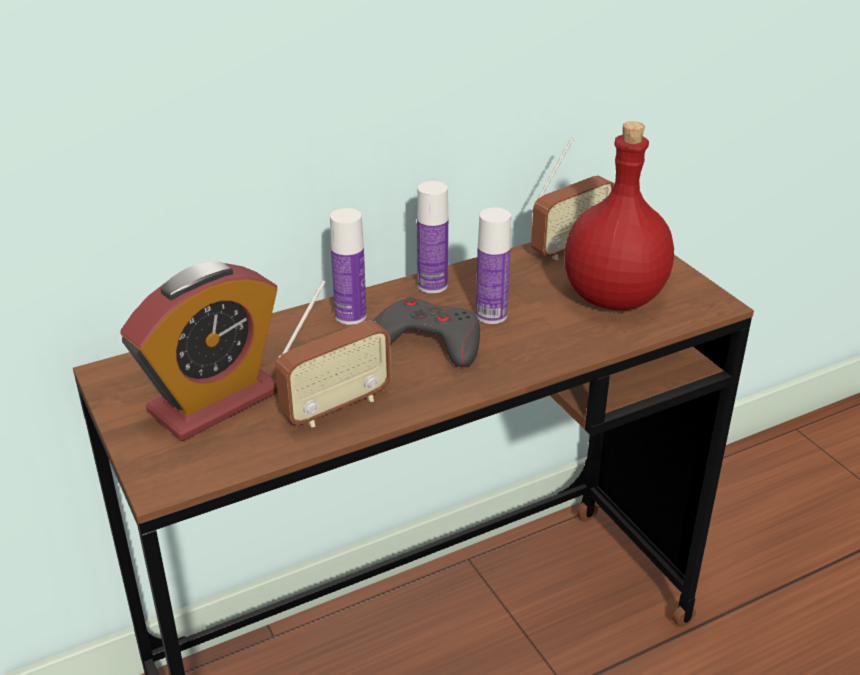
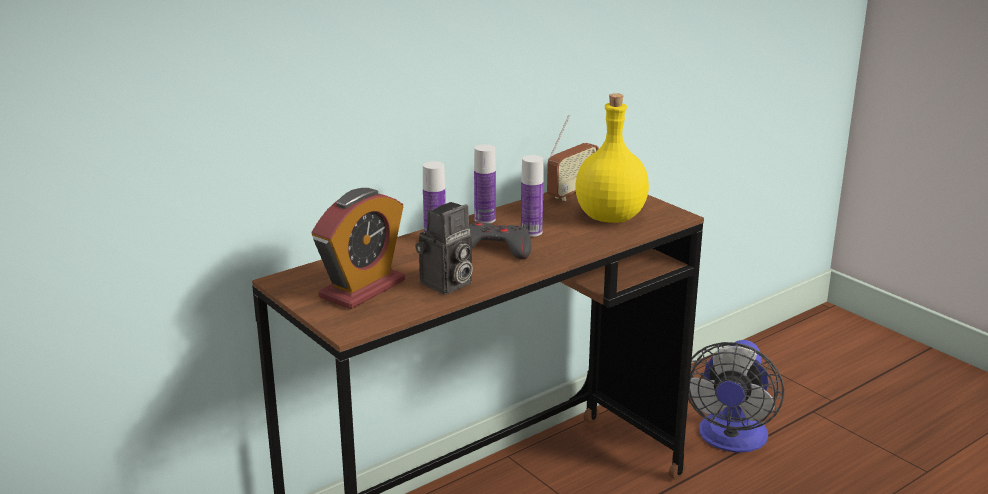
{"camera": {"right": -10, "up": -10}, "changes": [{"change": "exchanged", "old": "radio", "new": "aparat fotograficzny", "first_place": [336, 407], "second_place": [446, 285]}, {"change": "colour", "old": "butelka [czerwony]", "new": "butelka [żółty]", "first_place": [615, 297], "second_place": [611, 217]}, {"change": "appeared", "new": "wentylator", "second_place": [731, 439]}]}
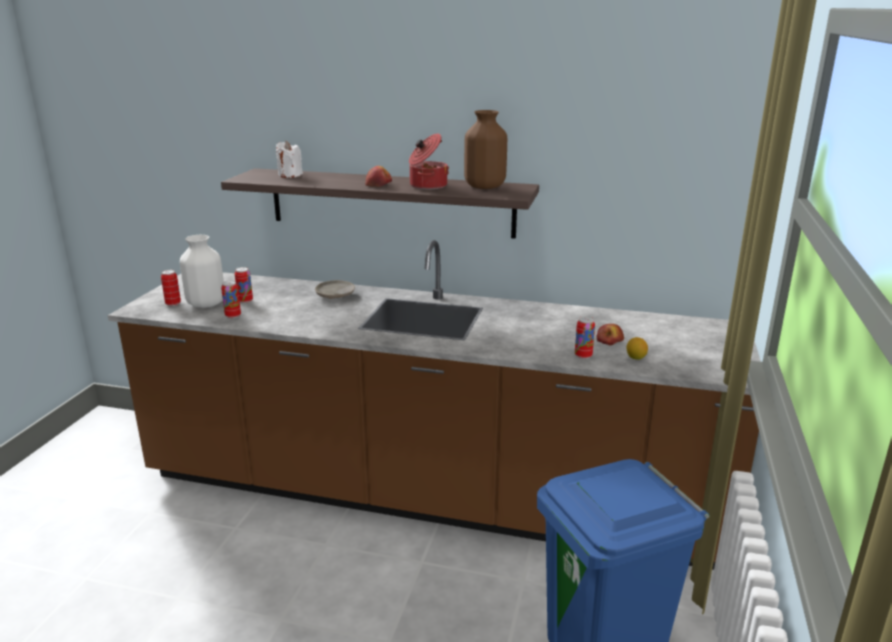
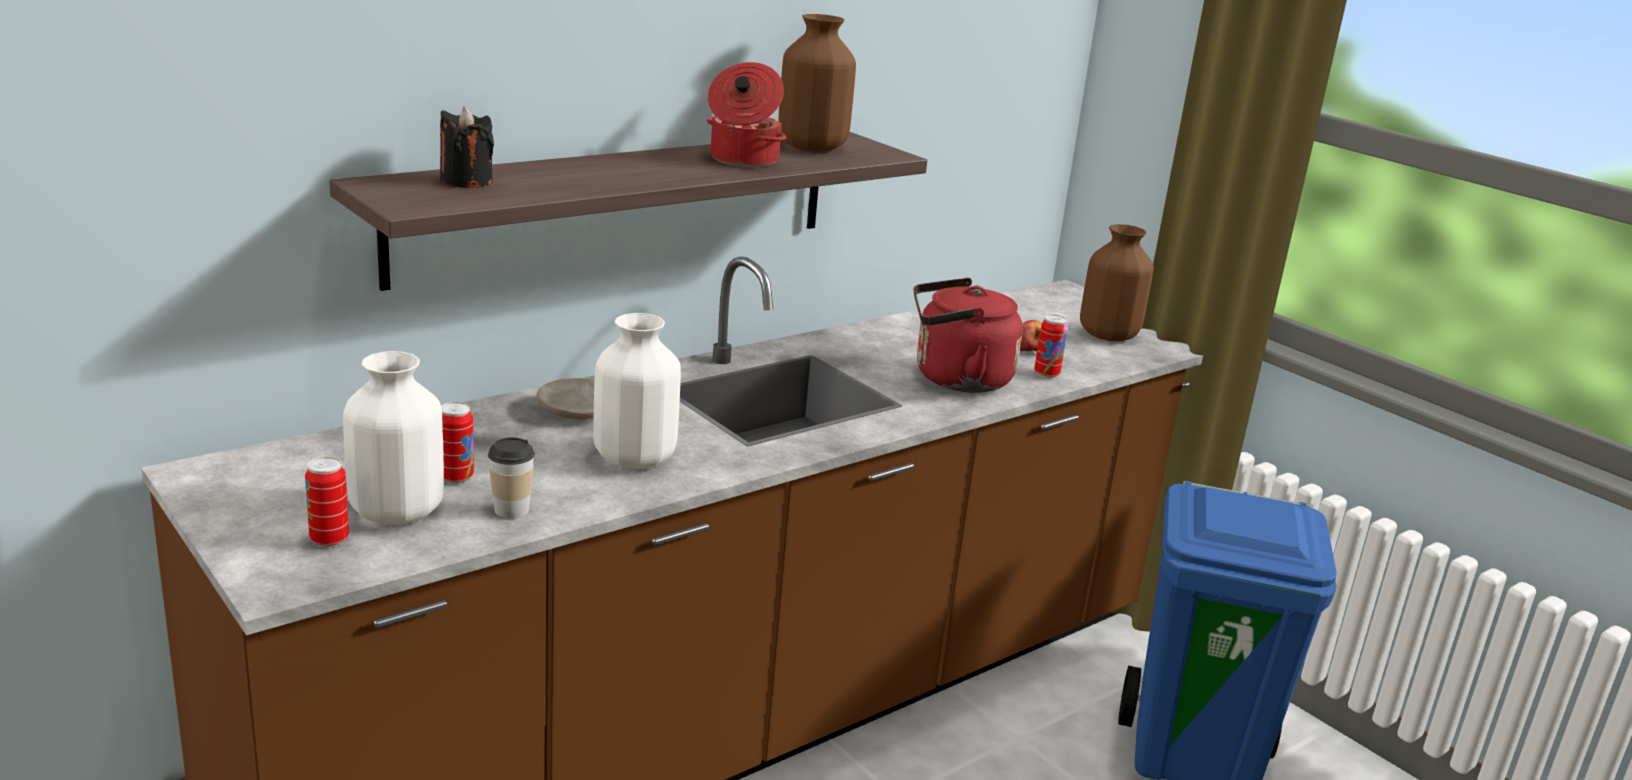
{"camera": {"right": -55, "up": 0}, "changes": [{"change": "colour", "old": "świeca [biały]", "new": "świeca [czarny]", "first_place": [290, 175], "second_place": [466, 181]}, {"change": "exchanged", "old": "puszka", "new": "filiżanka", "first_place": [233, 316], "second_place": [511, 510]}, {"change": "appeared", "new": "wazon [biały]", "second_place": [633, 458]}, {"change": "appeared", "new": "czajnik [czerwony]", "second_place": [956, 379]}, {"change": "appeared", "new": "wazon [brązowy]", "second_place": [1107, 335]}, {"change": "missing", "old": "jabłko", "first_place": [378, 184]}, {"change": "missing", "old": "cytryna", "first_place": [636, 358]}]}
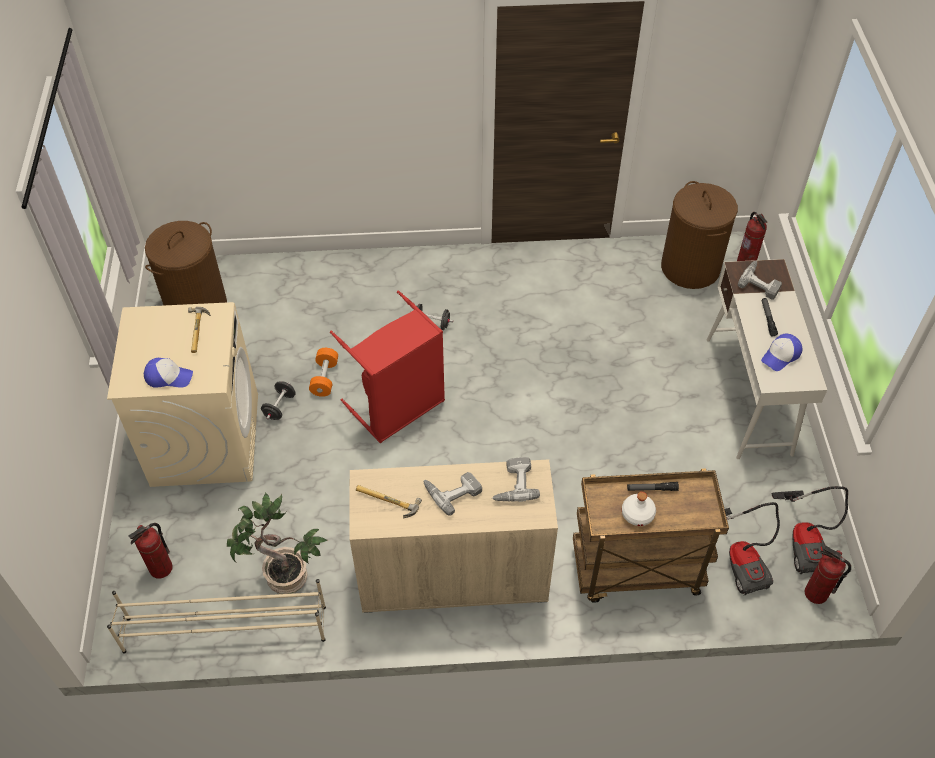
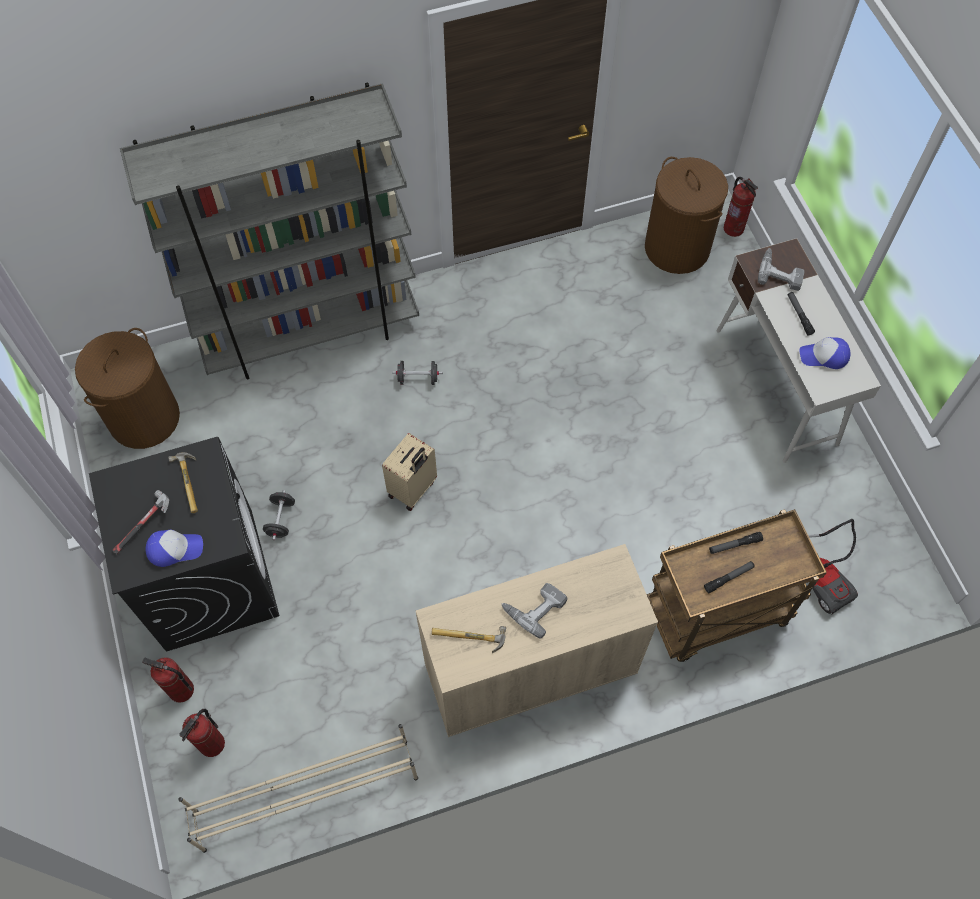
{"camera": {"right": -15, "up": 10}, "changes": [{"change": "colour", "old": "pralka [beżowy]", "new": "pralka [czarny]", "first_place": [205, 438], "second_place": [209, 578]}, {"change": "appeared", "new": "młotek", "second_place": [145, 525]}, {"change": "appeared", "new": "regał [szary]", "second_place": [311, 335]}, {"change": "relocated", "old": "gaśnica", "first_place": [815, 593], "second_place": [181, 690]}, {"change": "exchanged", "old": "kosz na pranie [czerwony]", "new": "walizka [beżowy]", "first_place": [398, 408], "second_place": [413, 489]}, {"change": "exchanged", "old": "butelka [biały]", "new": "latarka", "first_place": [638, 514], "second_place": [728, 578]}, {"change": "spun", "old": "czapka z daszkiem", "first_place": [781, 355], "second_place": [824, 356], "degrees": 60}, {"change": "missing", "old": "roślina doniczkowa", "first_place": [285, 578]}, {"change": "missing", "old": "hantel [pomarańczowy]", "first_place": [324, 378]}, {"change": "missing", "old": "wiertarka", "first_place": [513, 484]}, {"change": "missing", "old": "odkurzacz", "first_place": [805, 540]}]}
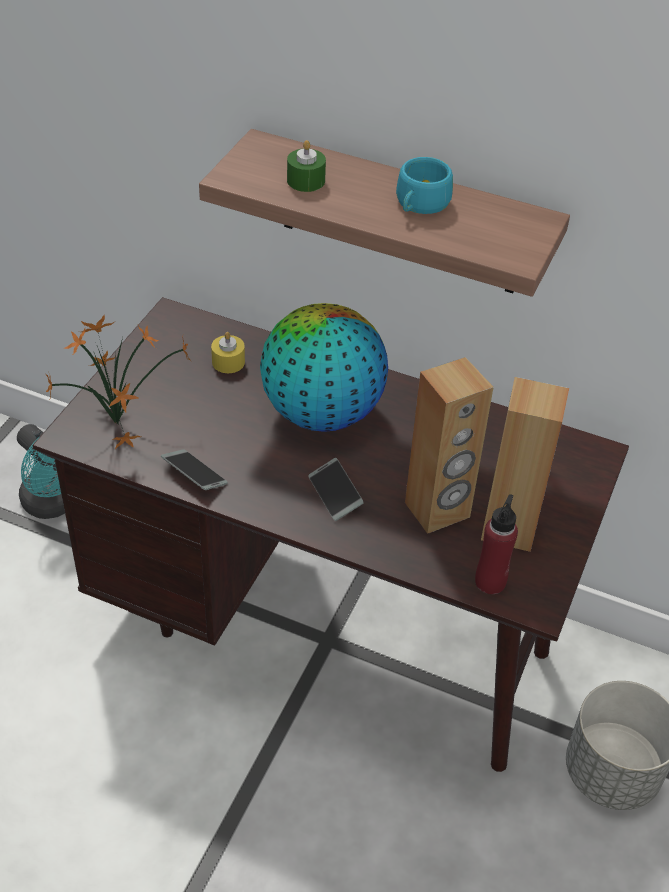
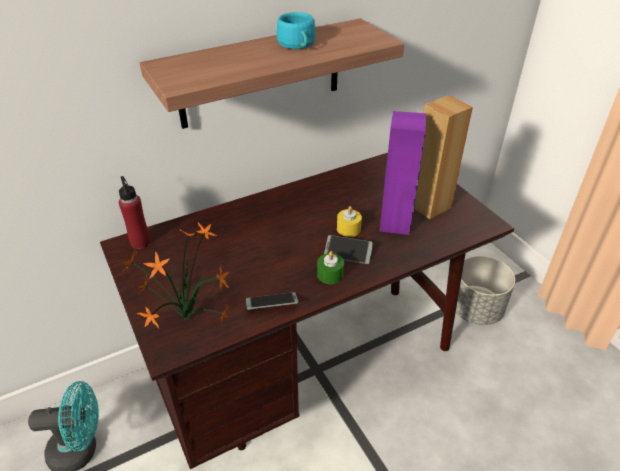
{"camera": {"right": -50, "up": -5}, "changes": [{"change": "relocated", "old": "butelka [czerwony]", "first_place": [490, 581], "second_place": [140, 242]}, {"change": "relocated", "old": "świeca [zielony]", "first_place": [306, 180], "second_place": [330, 274]}, {"change": "relocated", "old": "świeca [żółty]", "first_place": [228, 362], "second_place": [348, 229]}, {"change": "colour", "old": "głośnik [brązowy]", "new": "głośnik [fioletowy]", "first_place": [437, 510], "second_place": [396, 223]}, {"change": "missing", "old": "globus", "first_place": [321, 413]}]}
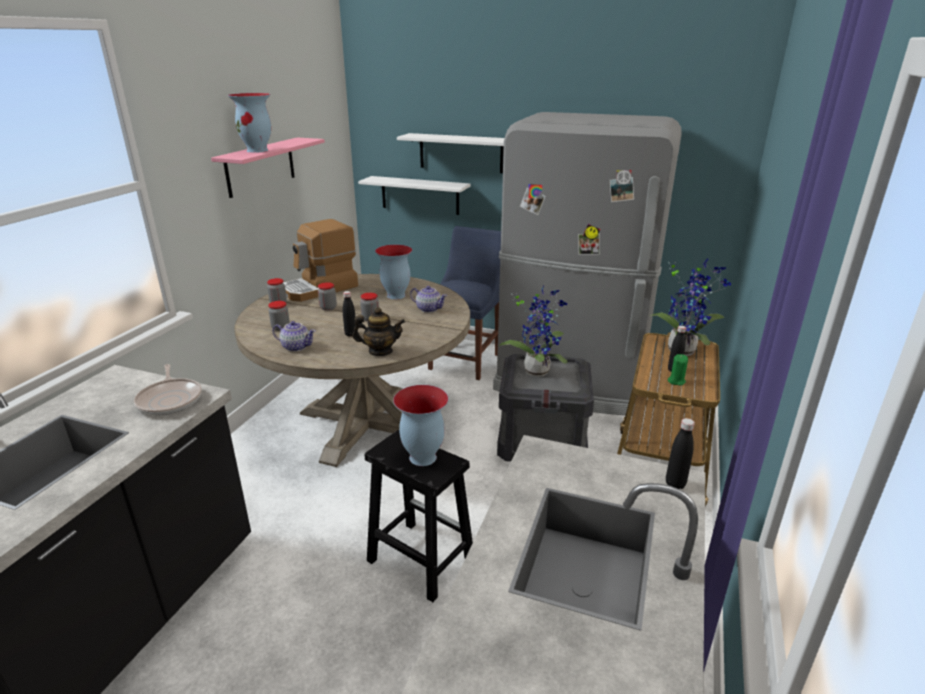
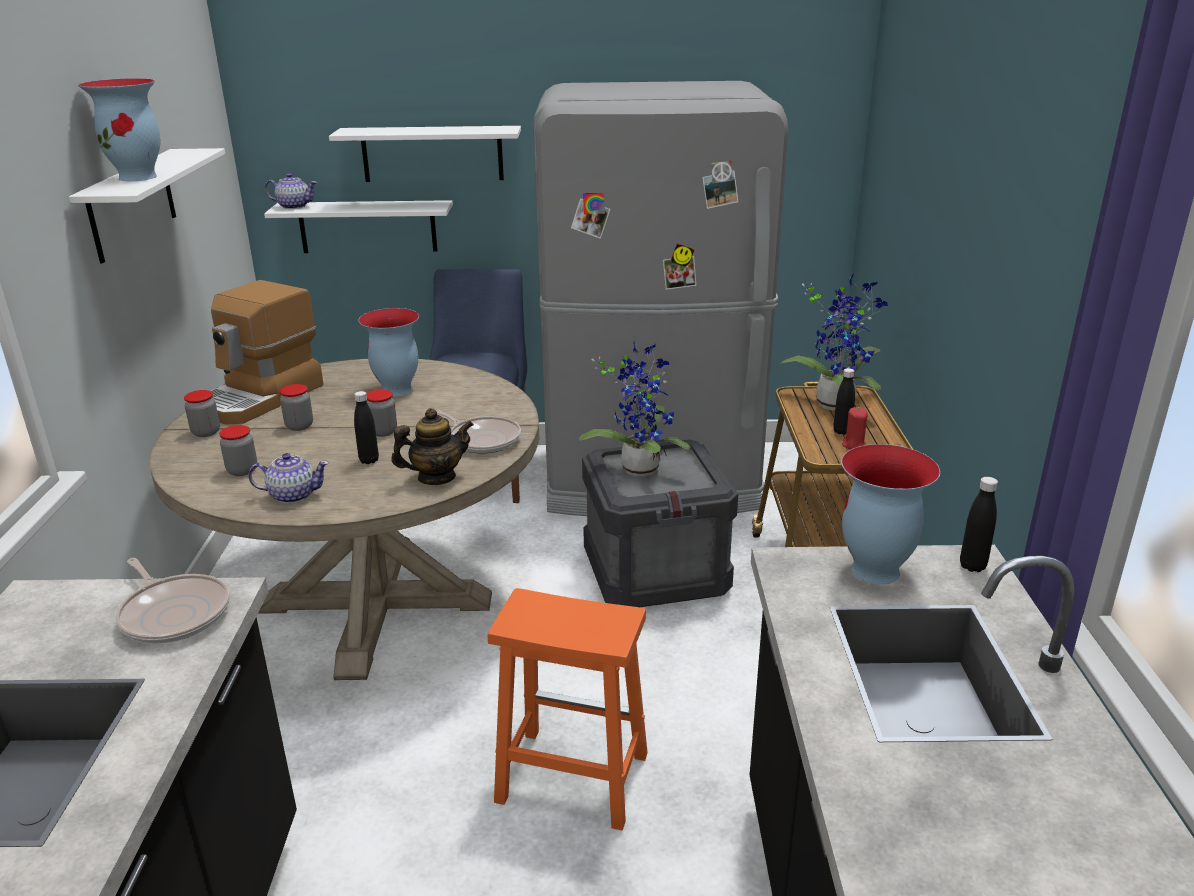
{"camera": {"right": -20, "up": 0}, "changes": [{"change": "colour", "old": "półka [różowy]", "new": "półka [biały]", "first_place": [260, 166], "second_place": [132, 204]}, {"change": "relocated", "old": "imbryk", "first_place": [428, 309], "second_place": [294, 206]}, {"change": "appeared", "new": "patelnia", "second_place": [482, 439]}, {"change": "colour", "old": "stołek [czarny]", "new": "stołek [pomarańczowy]", "first_place": [419, 559], "second_place": [570, 777]}, {"change": "relocated", "old": "wazon", "first_place": [422, 458], "second_place": [875, 571]}, {"change": "colour", "old": "świeca [zielony]", "new": "świeca [czerwony]", "first_place": [676, 381], "second_place": [853, 445]}]}
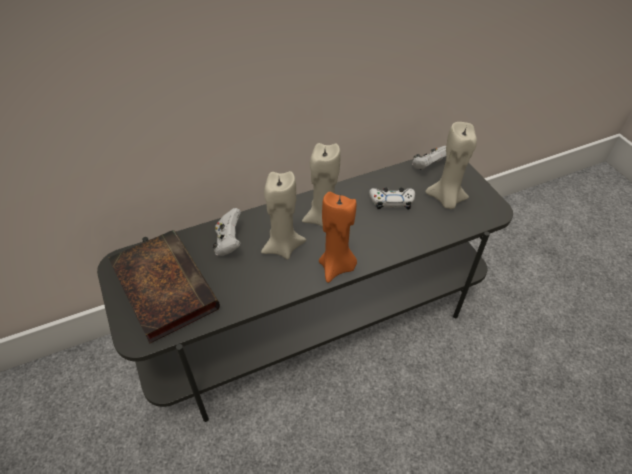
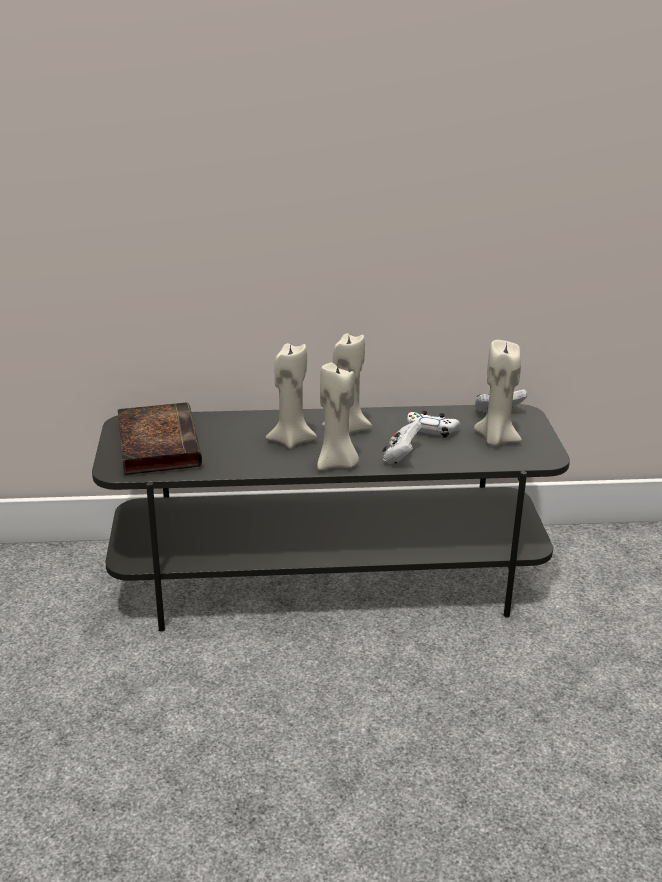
{"camera": {"right": 20, "up": -20}, "changes": [{"change": "colour", "old": "świeca [pomarańczowy]", "new": "świeca [beżowy]", "first_place": [337, 267], "second_place": [337, 464]}, {"change": "relocated", "old": "pad do gier [biały]", "first_place": [228, 242], "second_place": [400, 456]}]}
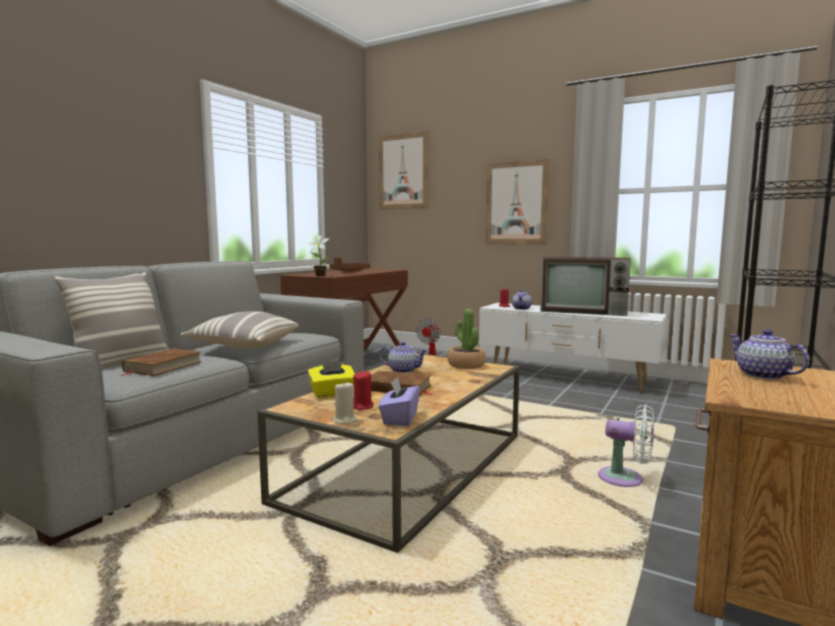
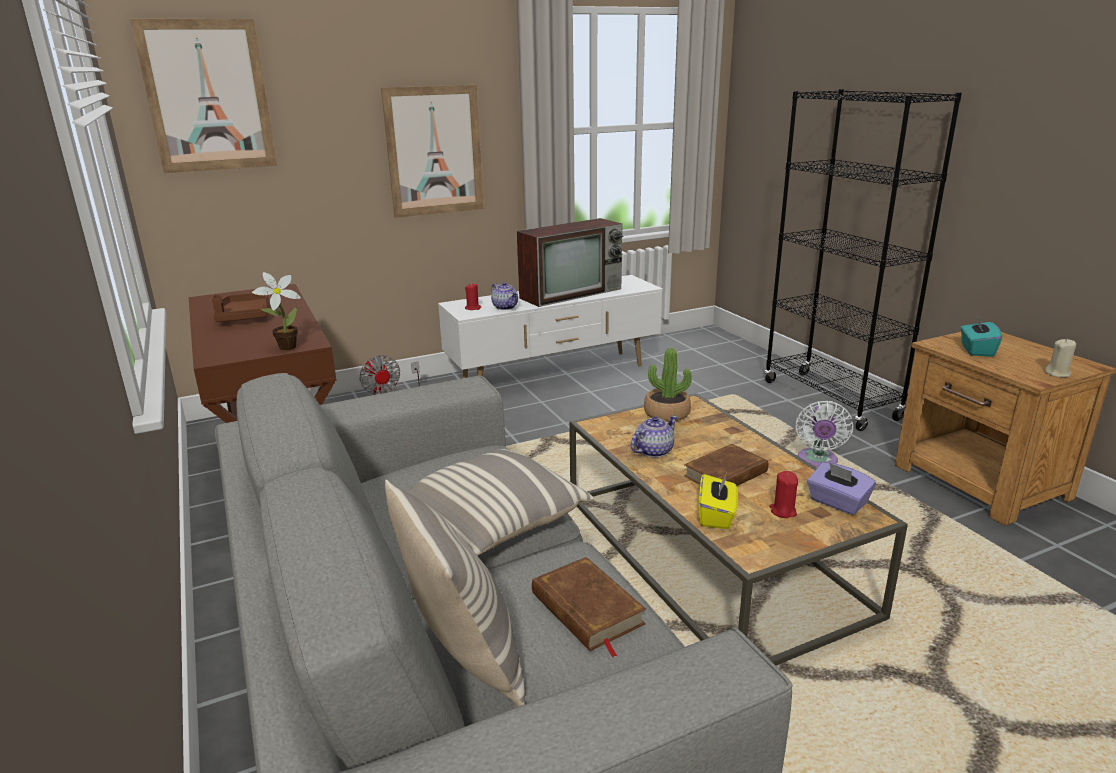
{"camera": {"right": -55, "up": 15}, "changes": [{"change": "spun", "old": "wentylator [biały]", "first_place": [625, 479], "second_place": [817, 461], "degrees": 135}, {"change": "exchanged", "old": "imbryk", "new": "pudełko chusteczek [turkusowy]", "first_place": [763, 375], "second_place": [976, 350]}, {"change": "relocated", "old": "świeca [beżowy]", "first_place": [345, 420], "second_place": [1057, 374]}]}
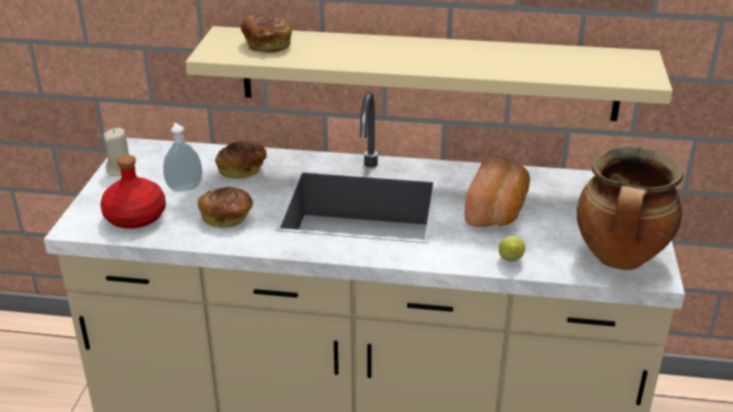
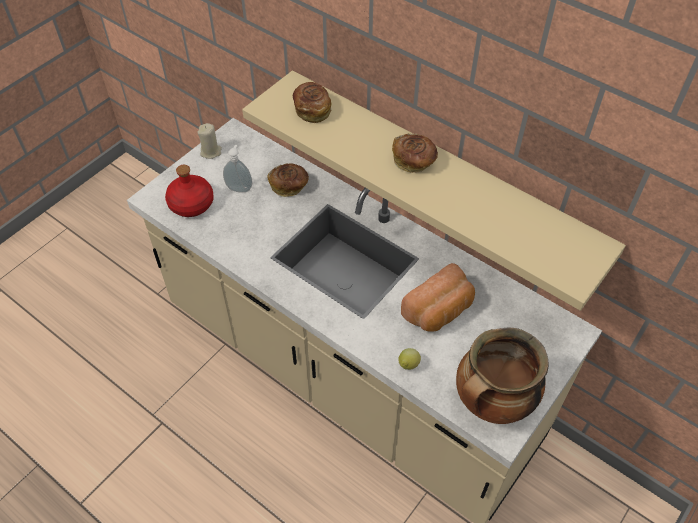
{"camera": {"right": 30, "up": 20}, "changes": [{"change": "relocated", "old": "chleb", "first_place": [227, 218], "second_place": [414, 161]}]}
